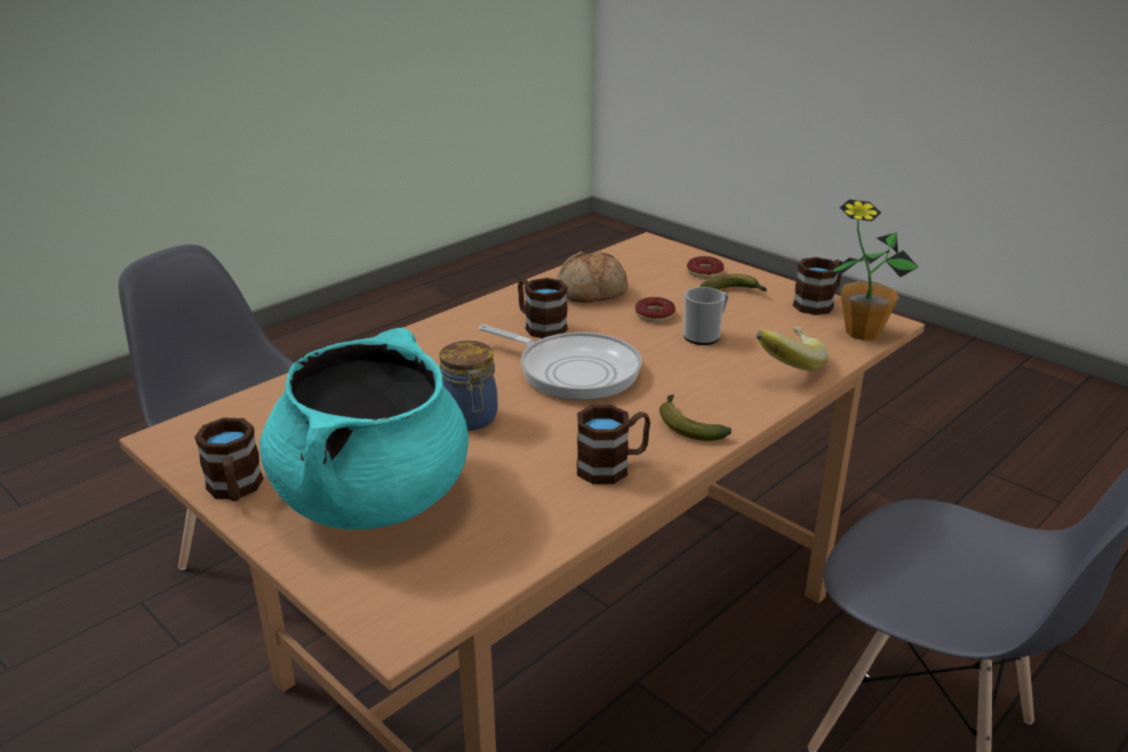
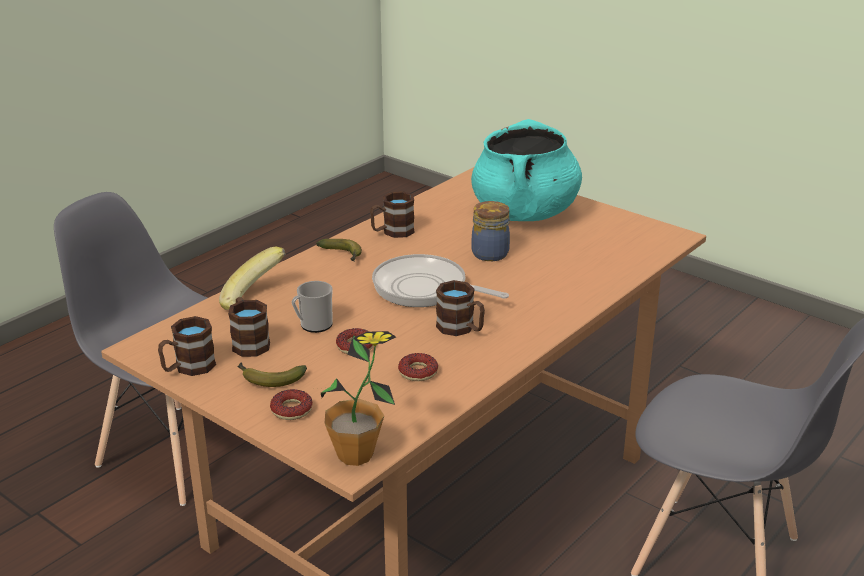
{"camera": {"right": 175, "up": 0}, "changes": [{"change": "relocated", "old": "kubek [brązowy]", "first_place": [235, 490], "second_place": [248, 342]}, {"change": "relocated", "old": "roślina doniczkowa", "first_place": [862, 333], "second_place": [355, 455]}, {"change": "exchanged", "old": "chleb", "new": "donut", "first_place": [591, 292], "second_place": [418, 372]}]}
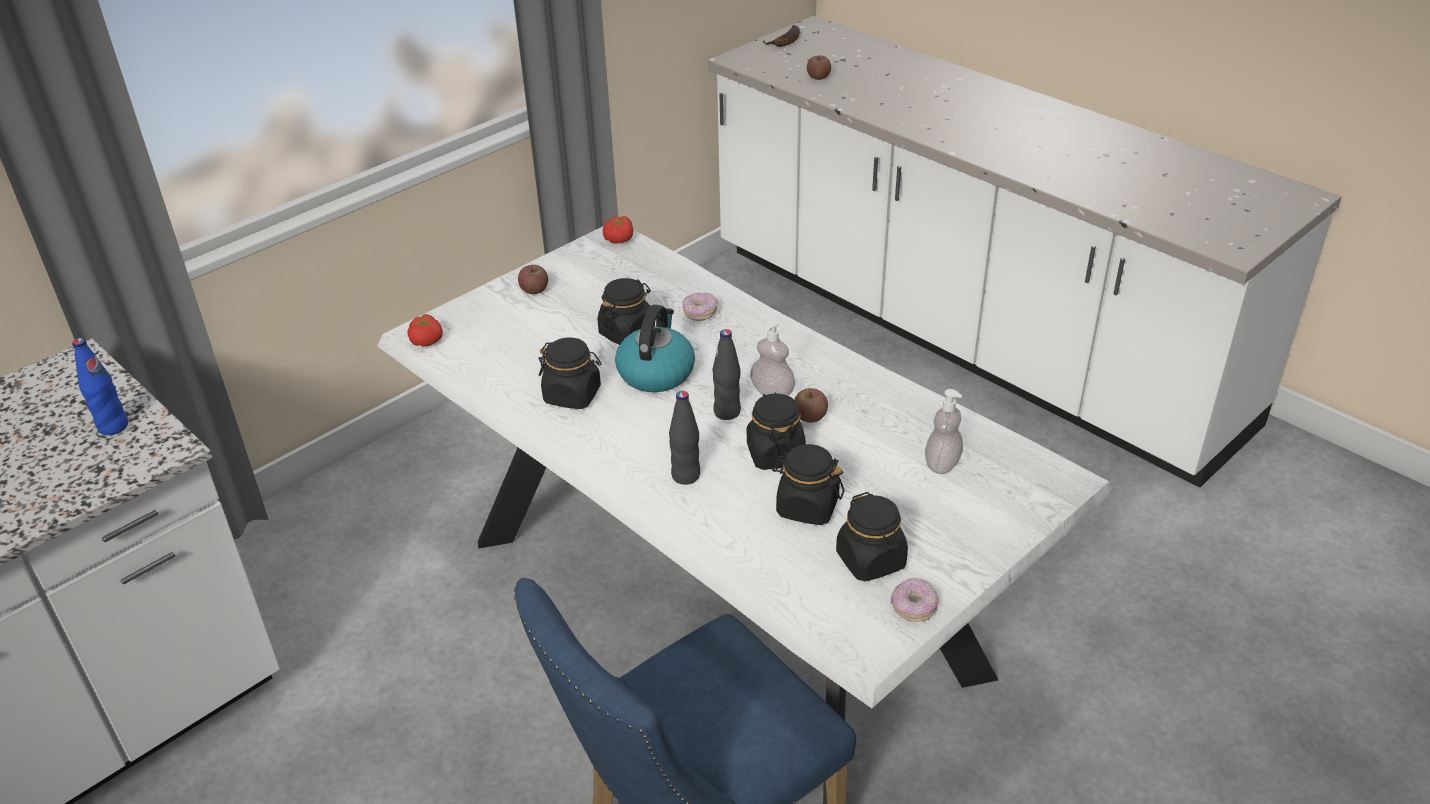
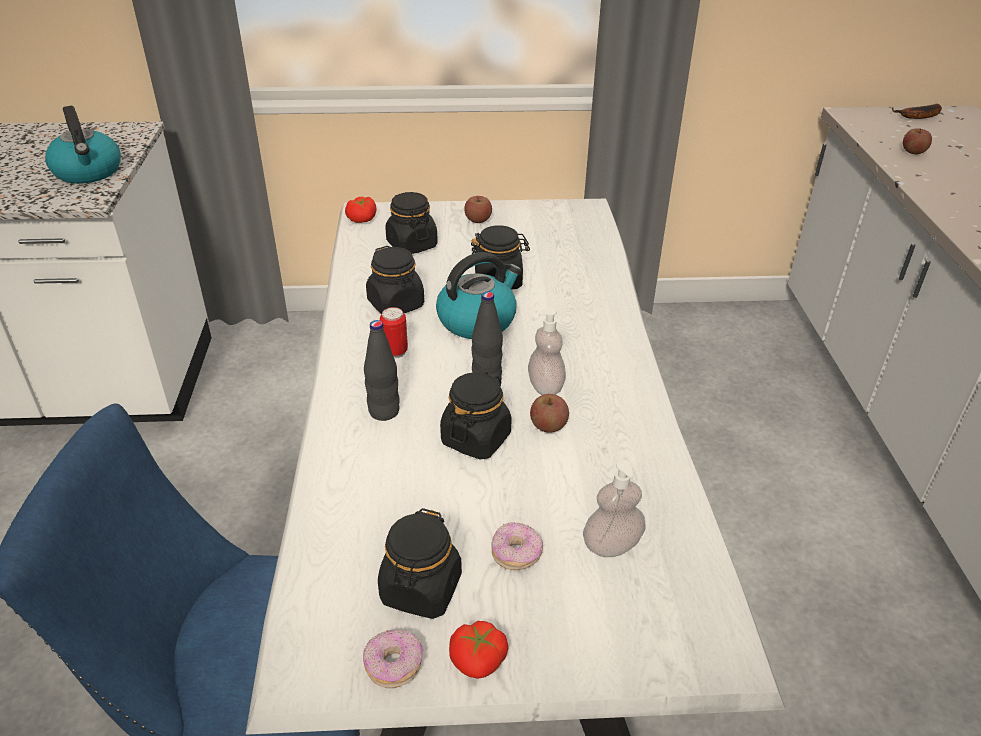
{"camera": {"right": 40, "up": 0}, "changes": [{"change": "exchanged", "old": "butelka [niebieski]", "new": "czajnik", "first_place": [113, 426], "second_place": [88, 172]}, {"change": "appeared", "new": "puszka", "second_place": [395, 352]}, {"change": "relocated", "old": "słoik [czarny]", "first_place": [807, 507], "second_place": [411, 245]}, {"change": "relocated", "old": "pomidor", "first_place": [619, 239], "second_place": [478, 660]}, {"change": "relocated", "old": "donut", "first_place": [700, 313], "second_place": [516, 554]}]}
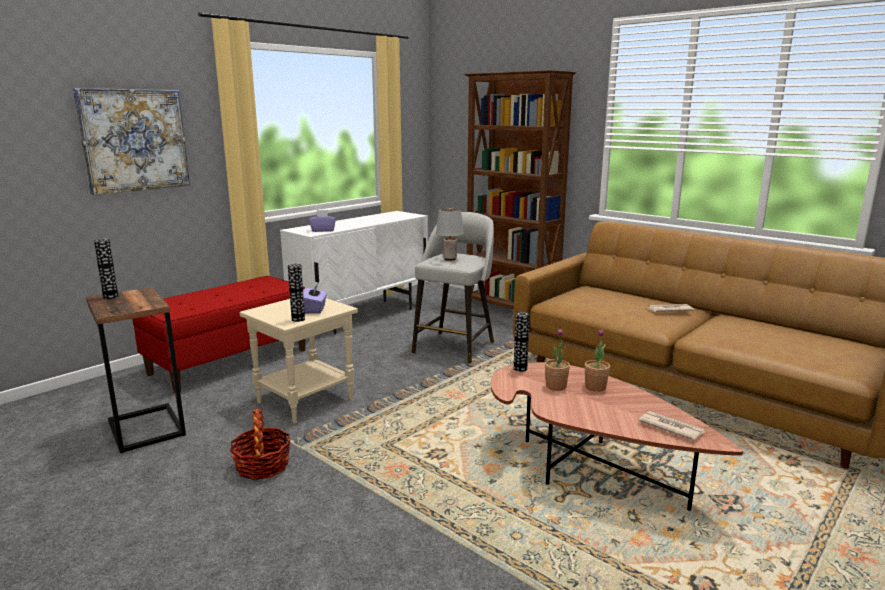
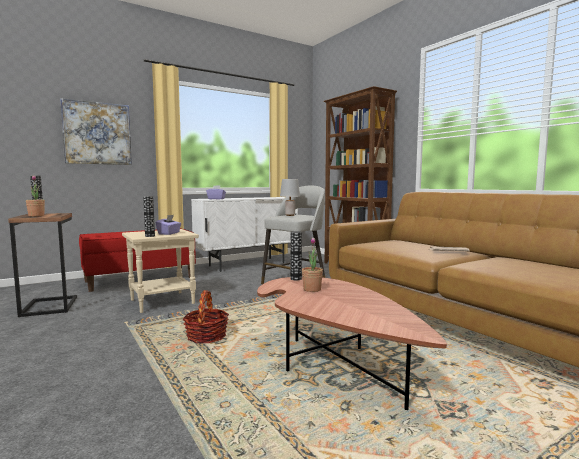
{"camera": {"right": 15, "up": -10}, "changes": [{"change": "relocated", "old": "roślina doniczkowa", "first_place": [595, 387], "second_place": [36, 216]}, {"change": "relocated", "old": "koszyk", "first_place": [262, 466], "second_place": [206, 336]}, {"change": "missing", "old": "gazeta", "first_place": [670, 427]}]}
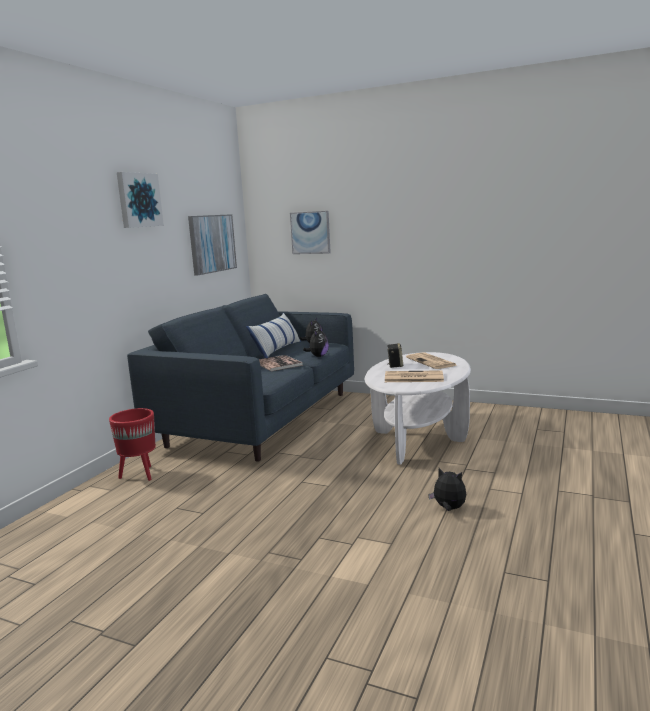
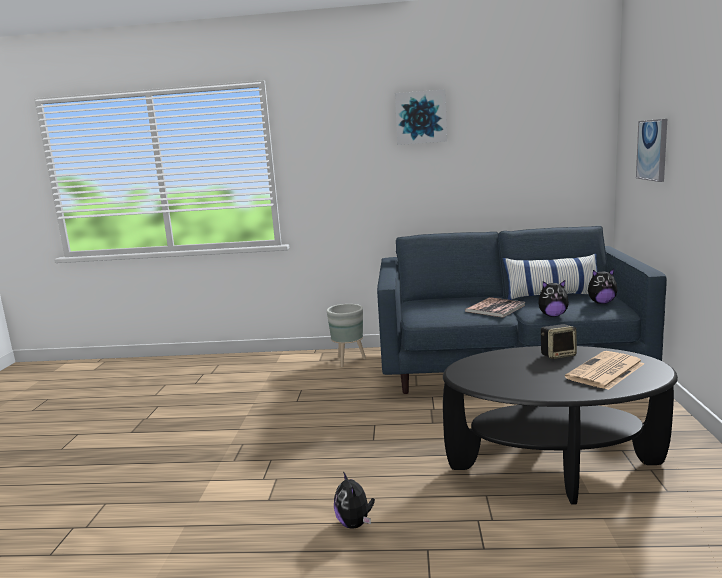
{"camera": {"right": 70, "up": 0}, "changes": [{"change": "colour", "old": "donica [czerwony]", "new": "donica [szary]", "first_place": [139, 475], "second_place": [349, 360]}, {"change": "spun", "old": "pluszak", "first_place": [449, 509], "second_place": [355, 524], "degrees": 150}, {"change": "colour", "old": "ława [biały]", "new": "ława [czarny]", "first_place": [419, 437], "second_place": [554, 466]}, {"change": "missing", "old": "obraz", "first_place": [212, 243]}, {"change": "missing", "old": "gazeta", "first_place": [412, 377]}]}
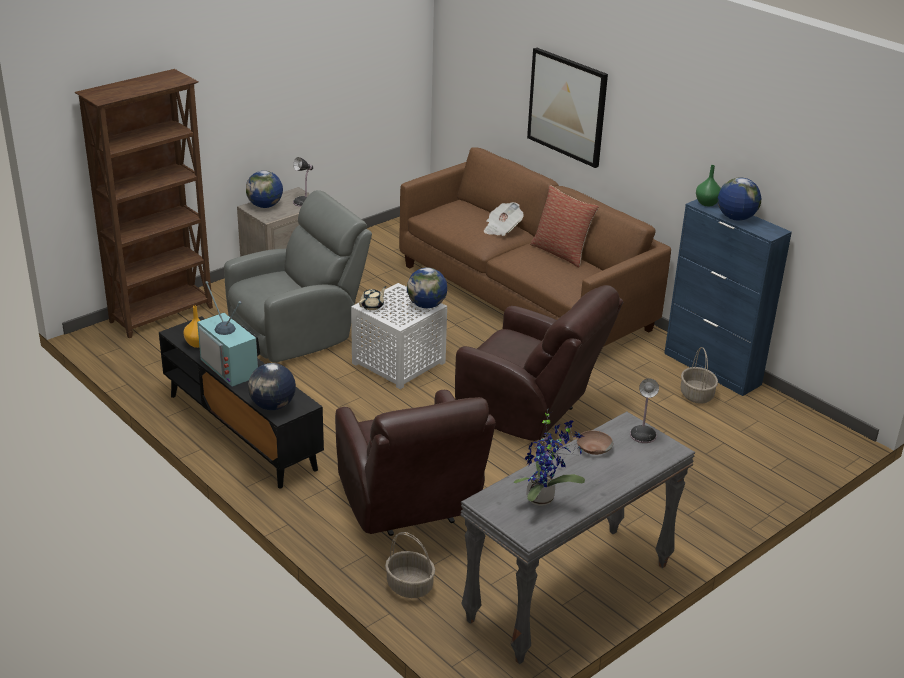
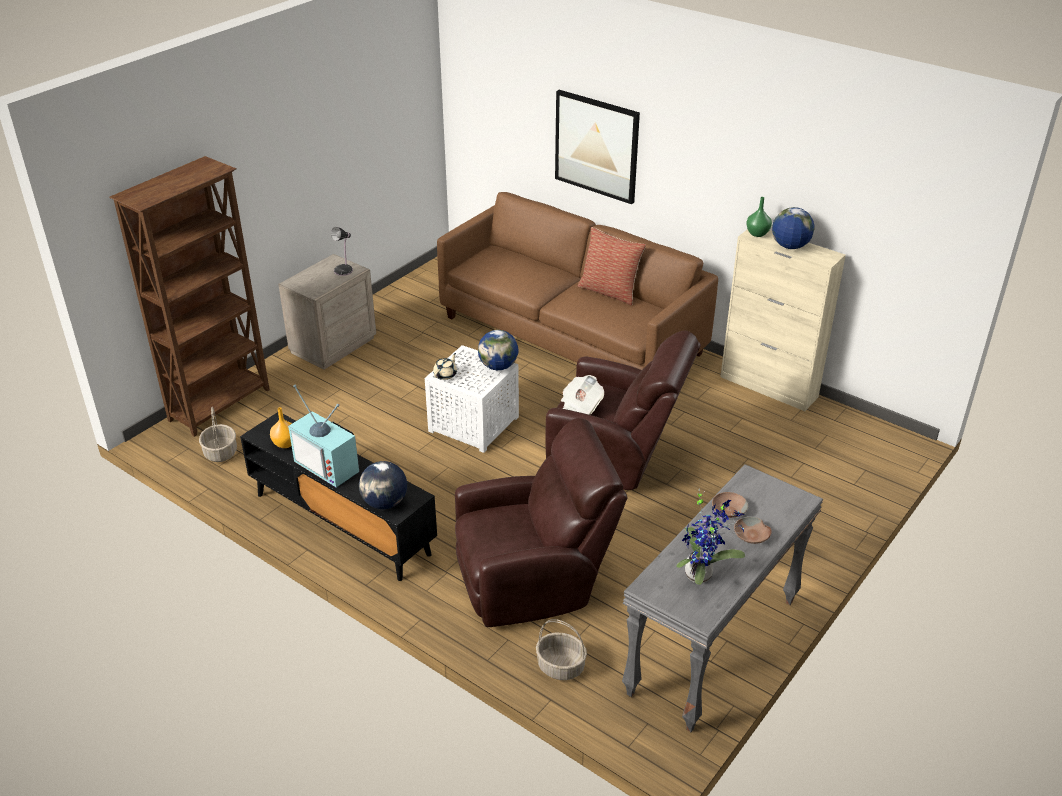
{"camera": {"right": -10, "up": 5}, "changes": [{"change": "relocated", "old": "koszyk", "first_place": [696, 395], "second_place": [220, 452]}, {"change": "spun", "old": "fotel [brązowy]", "first_place": [410, 506], "second_place": [534, 579], "degrees": -75}, {"change": "relocated", "old": "gazeta", "first_place": [502, 229], "second_place": [580, 407]}, {"change": "colour", "old": "szafka [niebieski]", "new": "szafka [beżowy]", "first_place": [712, 369], "second_place": [769, 387]}, {"change": "appeared", "new": "miska [brązowy]", "second_place": [752, 536]}, {"change": "missing", "old": "fotel [szary]", "first_place": [298, 333]}, {"change": "missing", "old": "globus", "first_place": [265, 206]}, {"change": "missing", "old": "lampa stołowa", "first_place": [643, 434]}]}
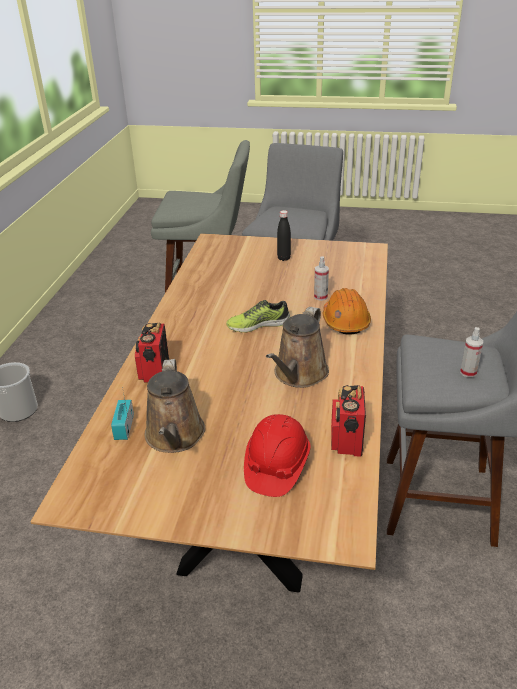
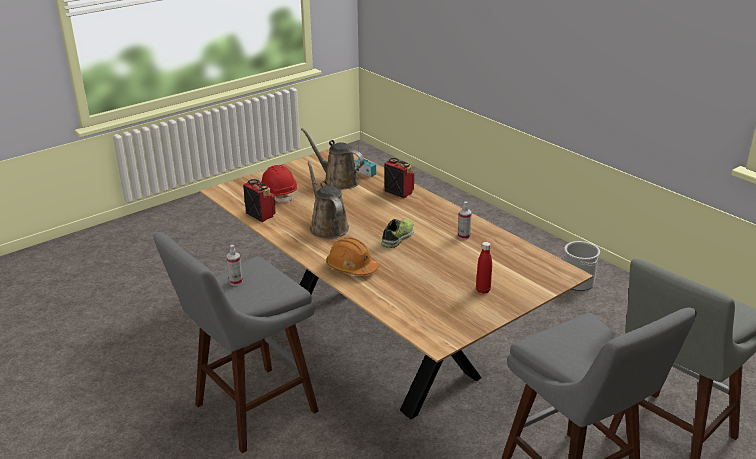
{"camera": {"right": 130, "up": -5}, "changes": [{"change": "relocated", "old": "spryskiwacz", "first_place": [320, 297], "second_place": [464, 236]}, {"change": "colour", "old": "butelka [czarny]", "new": "butelka [czerwony]", "first_place": [284, 258], "second_place": [483, 290]}]}
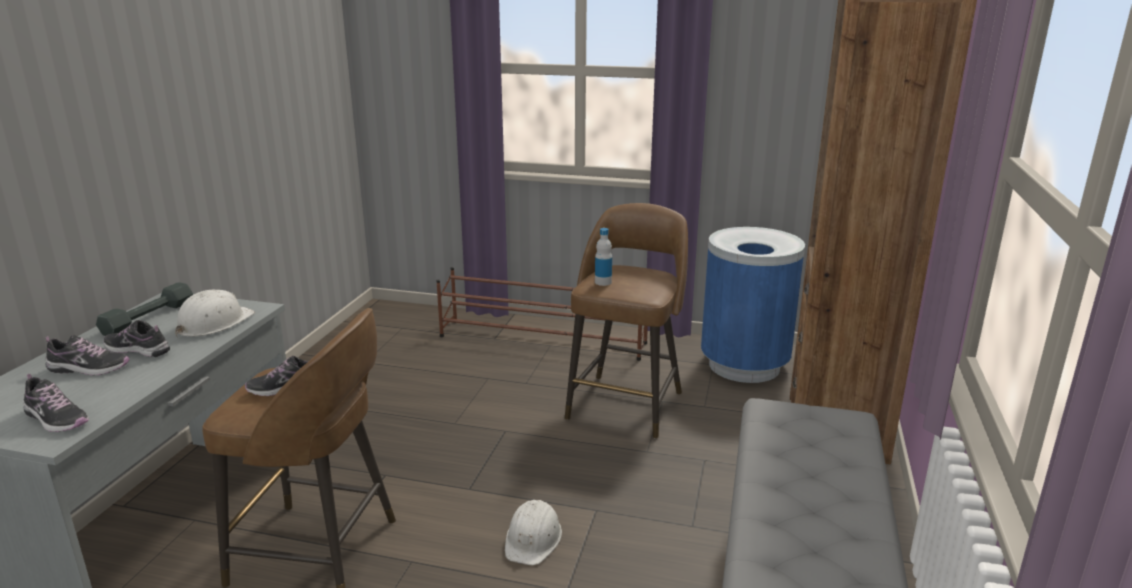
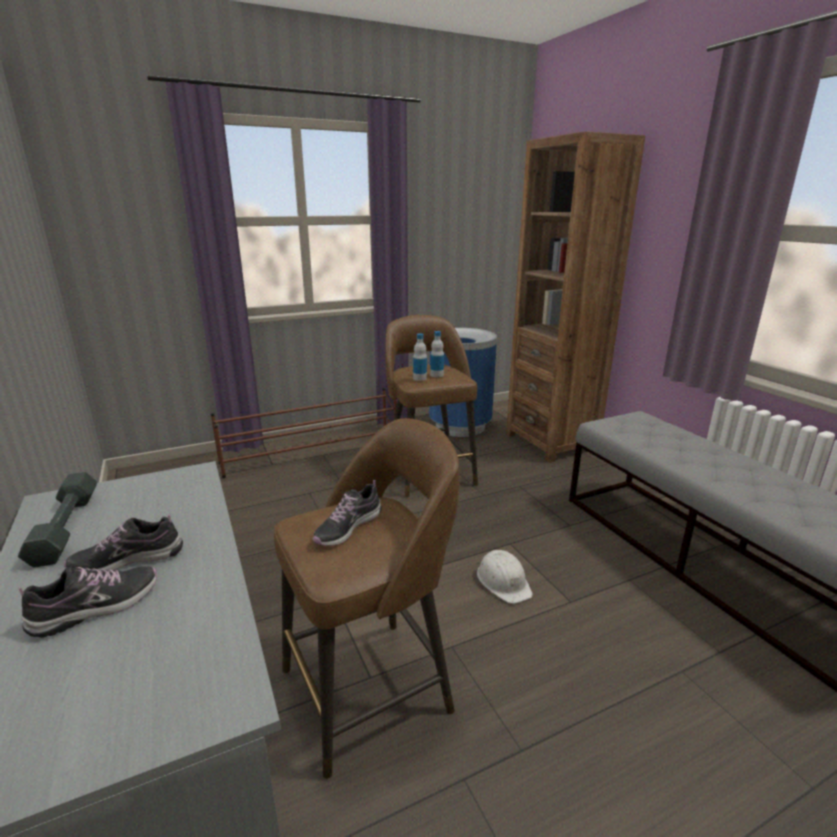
{"camera": {"right": -40, "up": 0}, "changes": [{"change": "appeared", "new": "butelka", "second_place": [436, 375]}, {"change": "missing", "old": "but", "first_place": [56, 419]}, {"change": "missing", "old": "kask [biały]", "first_place": [214, 323]}]}
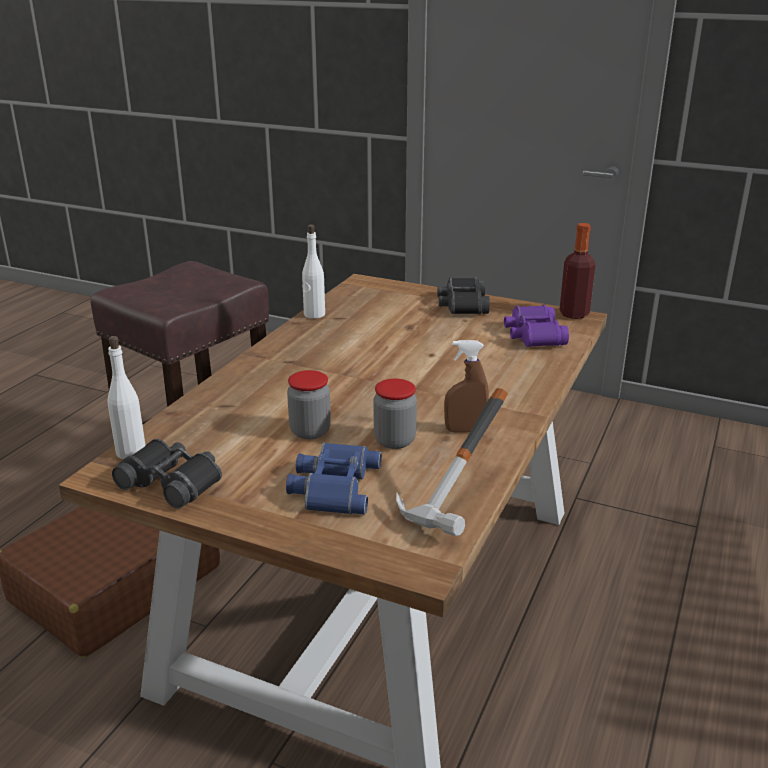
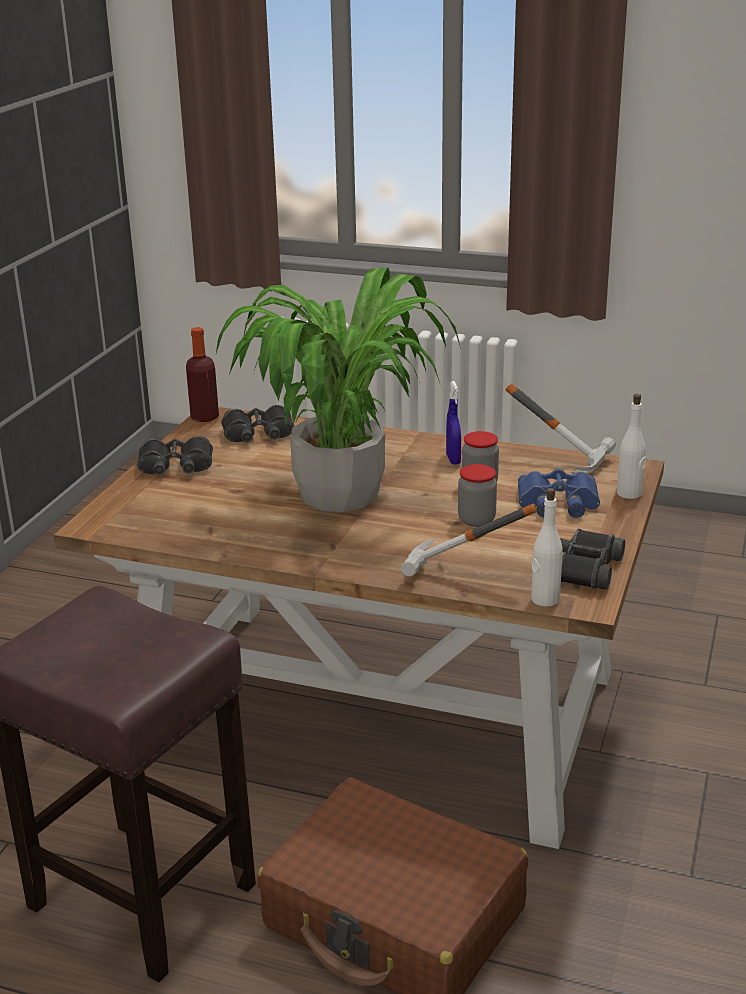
{"camera": {"right": -95, "up": 0}, "changes": [{"change": "appeared", "new": "roślina doniczkowa", "second_place": [339, 493]}, {"change": "colour", "old": "lornetka [fioletowy]", "new": "lornetka [czarny]", "first_place": [533, 335], "second_place": [258, 434]}, {"change": "appeared", "new": "młotek", "second_place": [460, 578]}, {"change": "colour", "old": "spryskiwacz [brązowy]", "new": "spryskiwacz [niebieski]", "first_place": [465, 430], "second_place": [453, 459]}, {"change": "relocated", "old": "butelka [biały]", "first_place": [314, 314], "second_place": [629, 493]}]}
